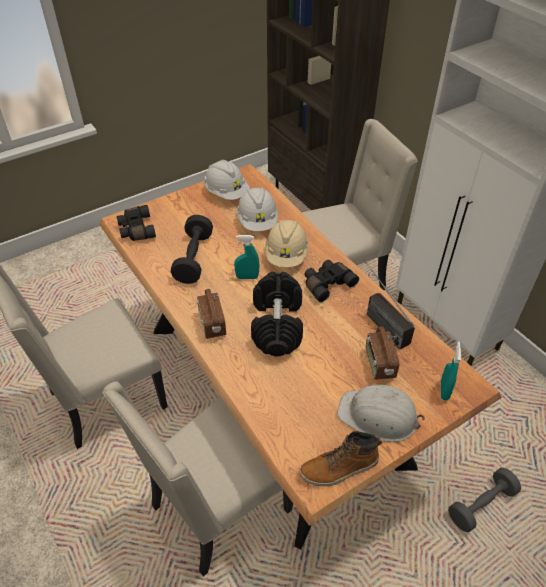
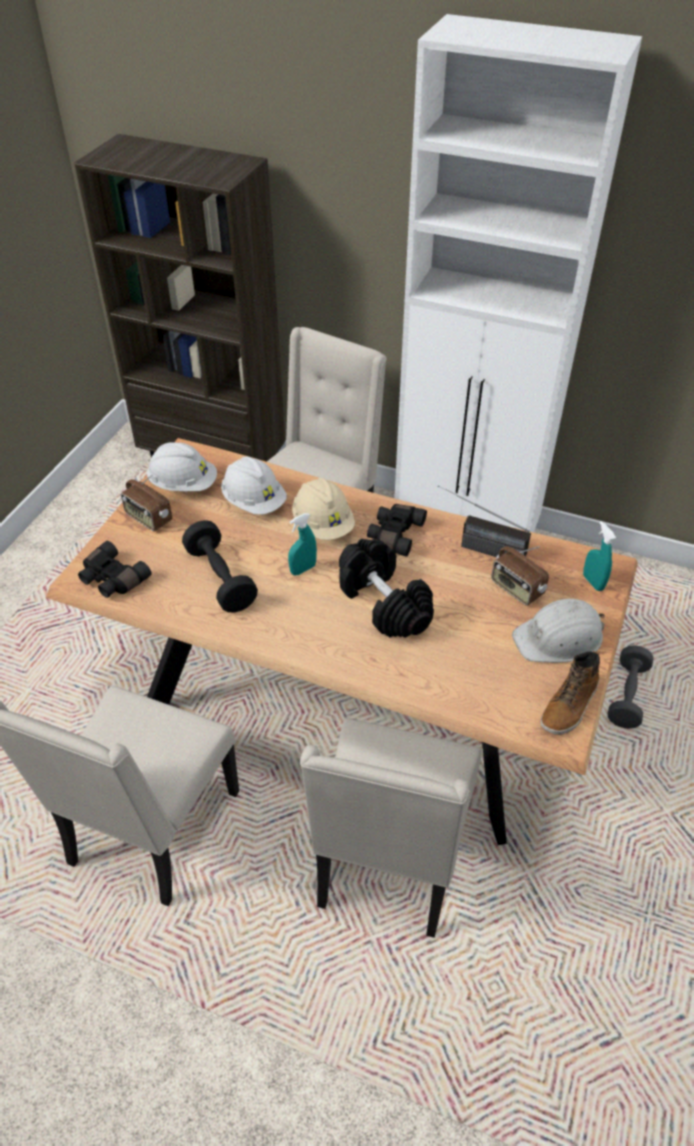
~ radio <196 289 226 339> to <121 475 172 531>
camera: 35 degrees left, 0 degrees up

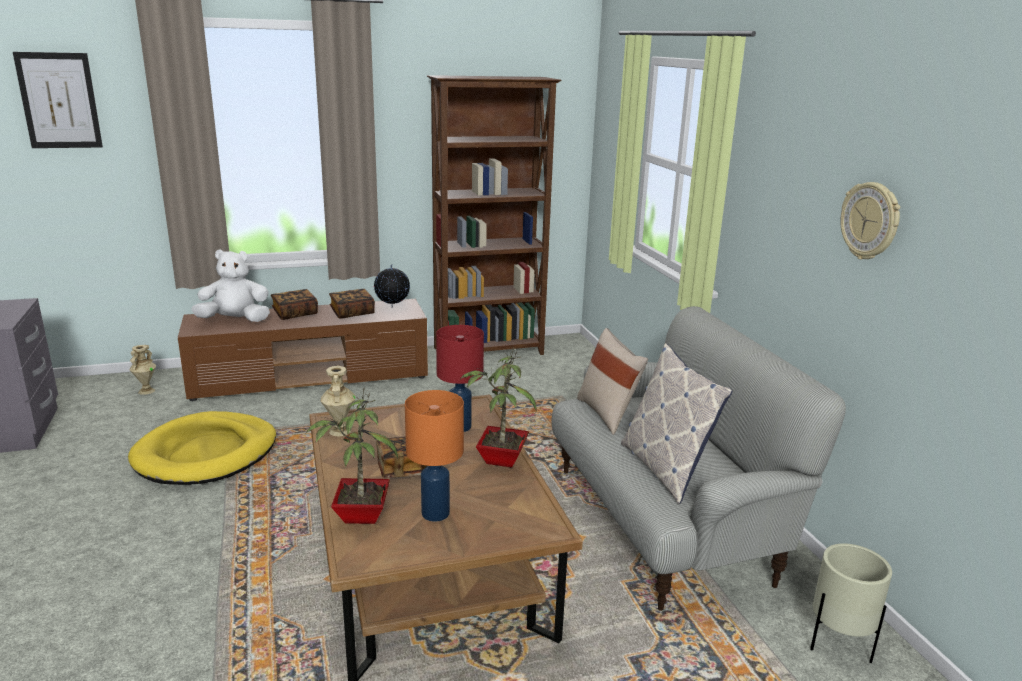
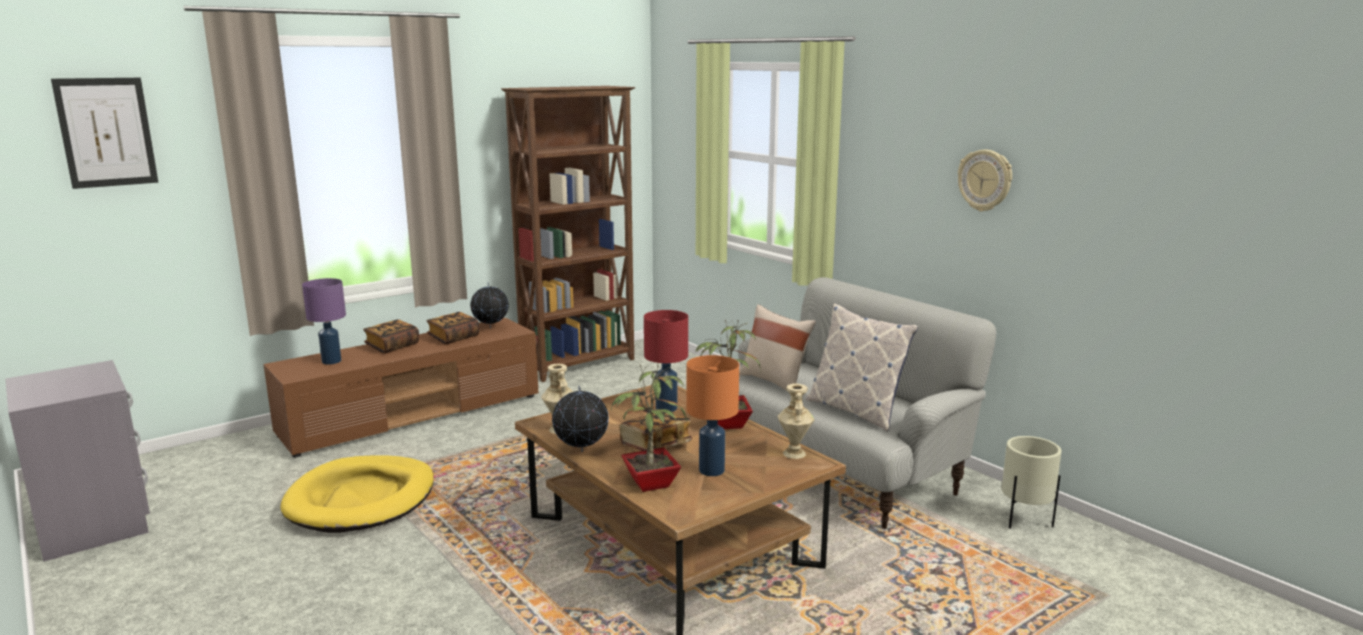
~ beige_vase <130 345 156 395> to <778 383 814 459>
~ white_plush_toy <191 249 270 322> to purple_table_lamp <302 278 346 364>
+ globe <552 385 609 452>
camera: 20 degrees left, 5 degrees down

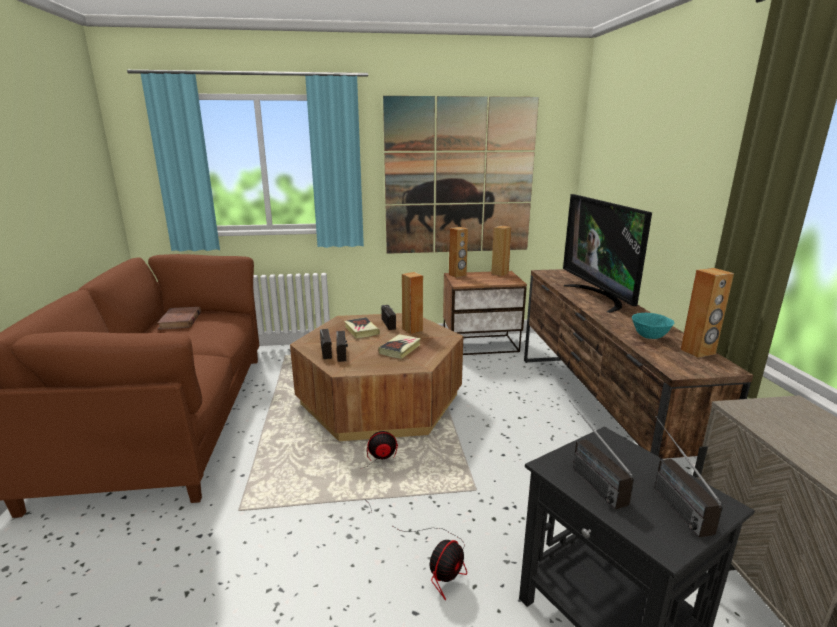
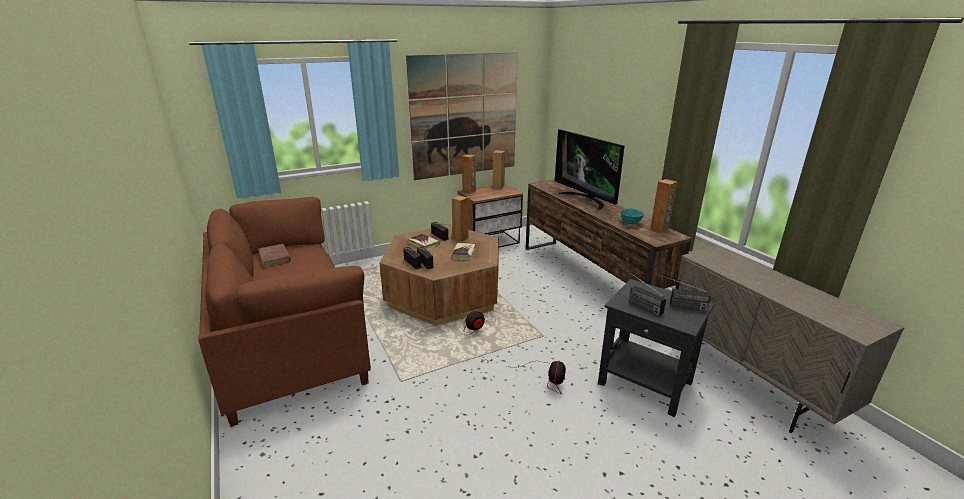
~ radio <655 416 723 537> = <655 273 711 312> 45 degrees counterclockwise
camera: 20 degrees left, 5 degrees up

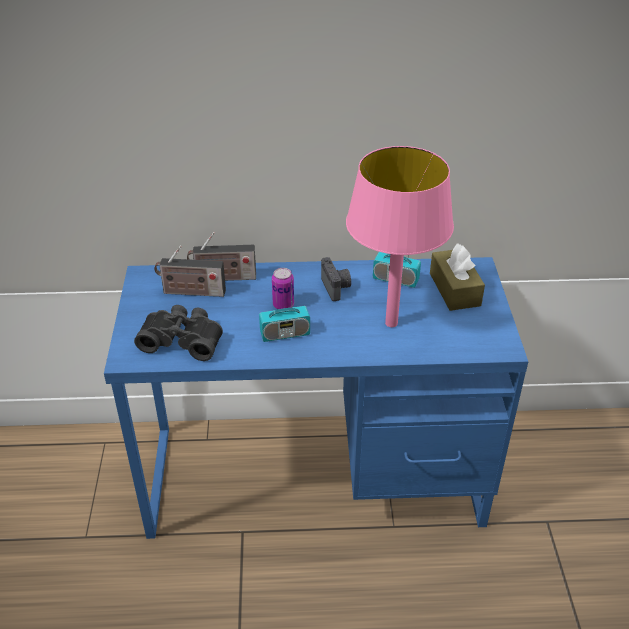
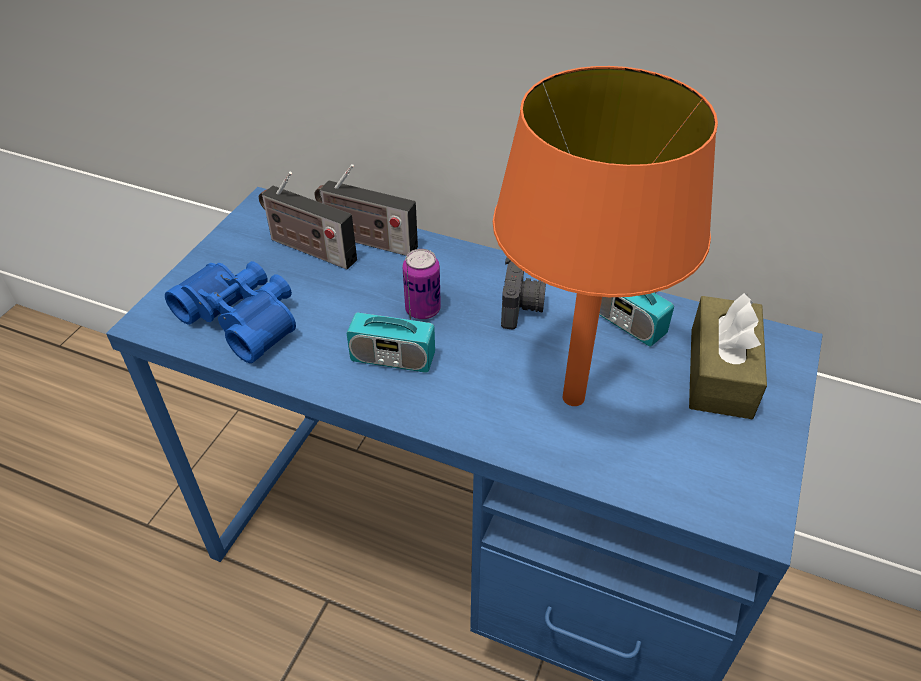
~ black_binoculars <134 305 223 361> to blue_binoculars <165 261 296 363>
~ pink_table_lamp <346 146 454 327> to orange_table_lamp <493 66 718 406>
camera: 25 degrees right, 5 degrees up

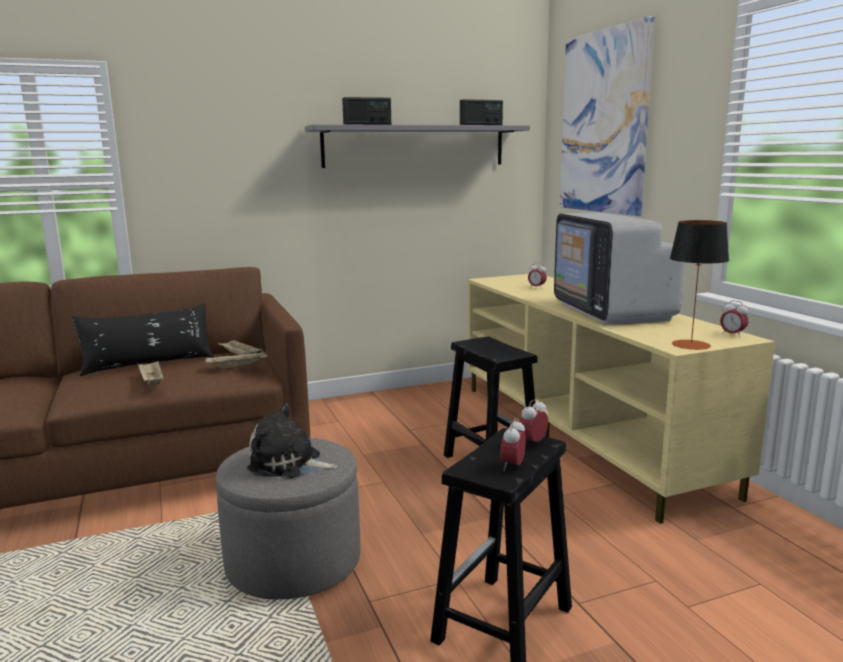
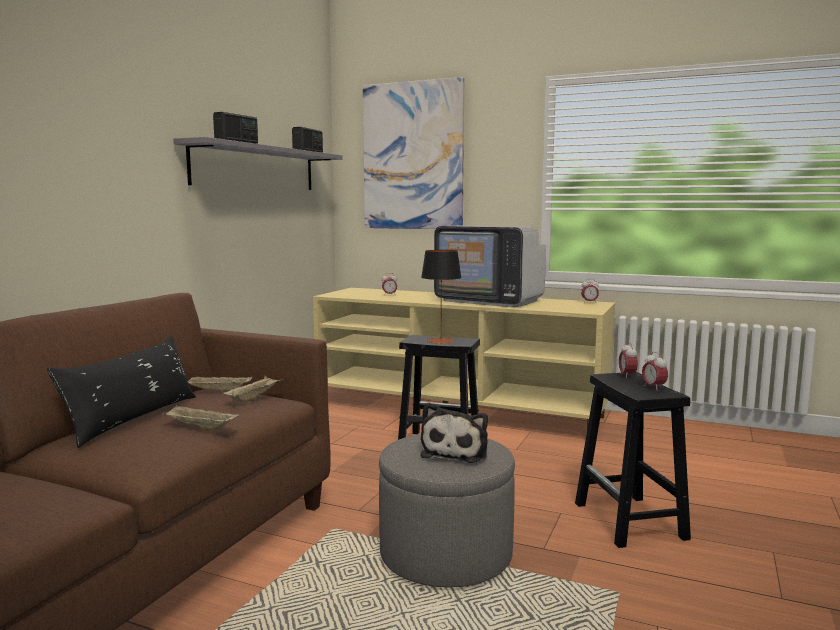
~ plush_toy <247 403 338 479> = <420 402 488 463> 45 degrees counterclockwise
~ table_lamp <670 220 729 350> to <421 250 462 344>
camera: 45 degrees left, 5 degrees down

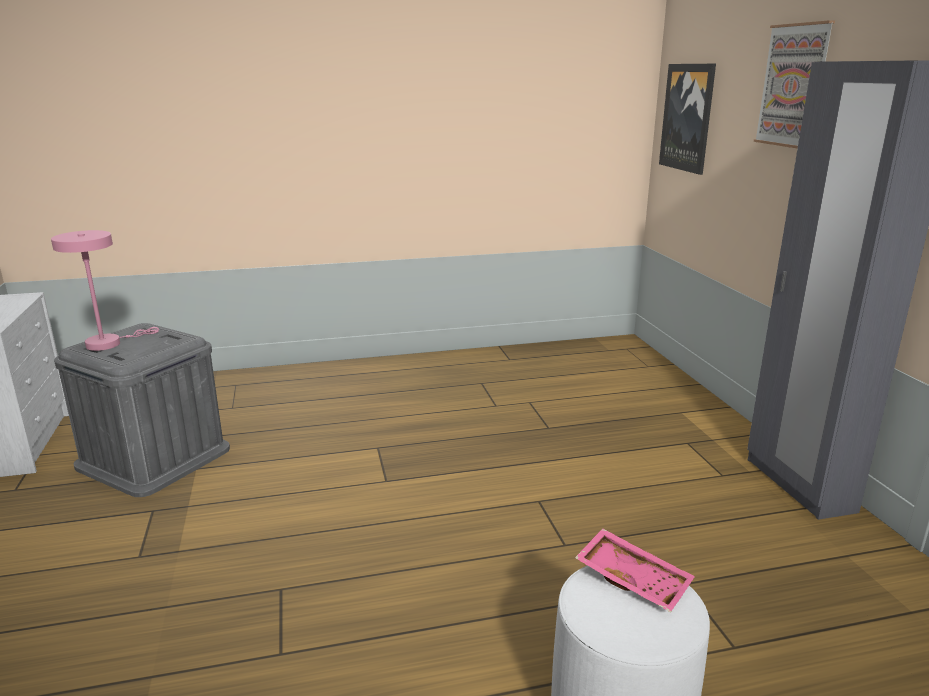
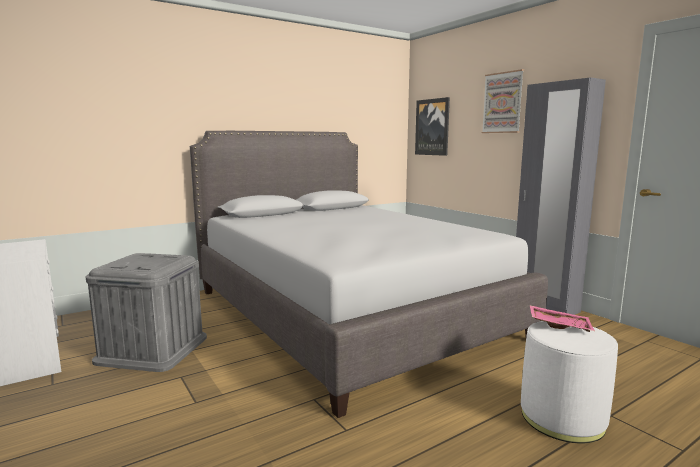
- pink_table_lamp <51 230 159 351>
+ grey_bed <190 131 548 418>
camera: 20 degrees left, 10 degrees down

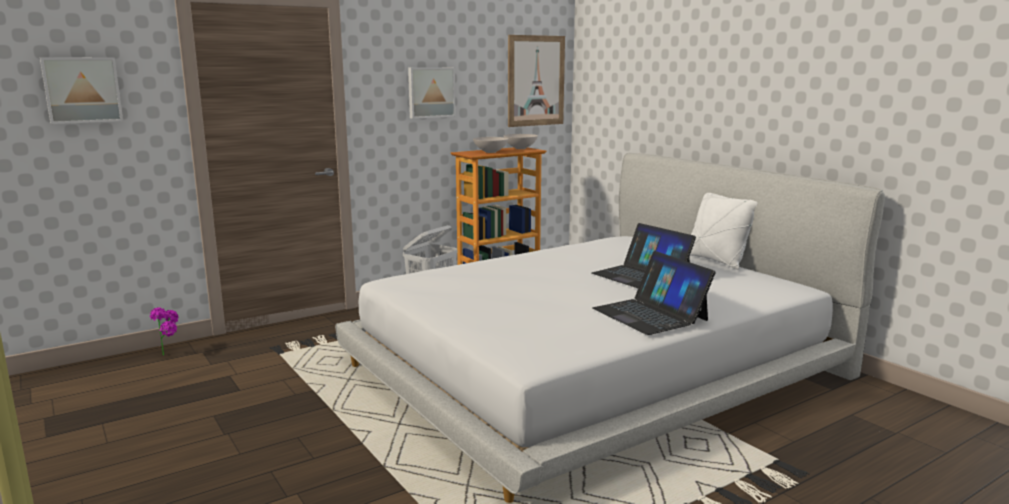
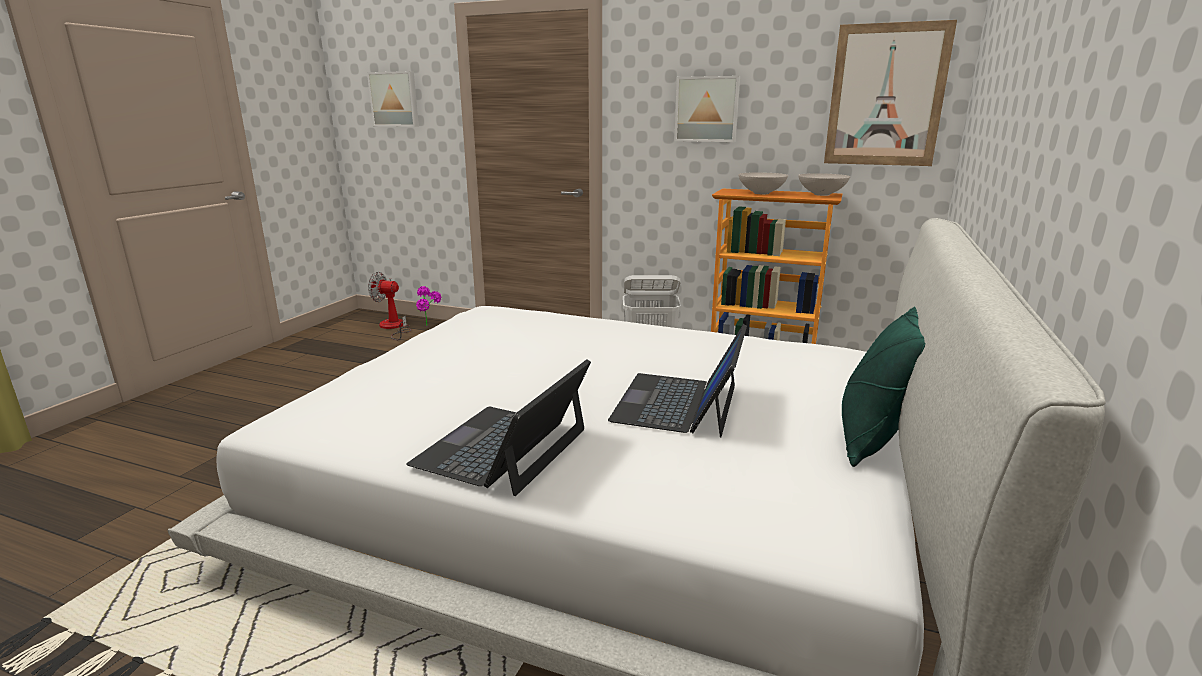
~ white_pillow <690 192 758 269> to green_pillow <842 306 925 467>
+ fan <368 272 411 340>
camera: 55 degrees right, 5 degrees up

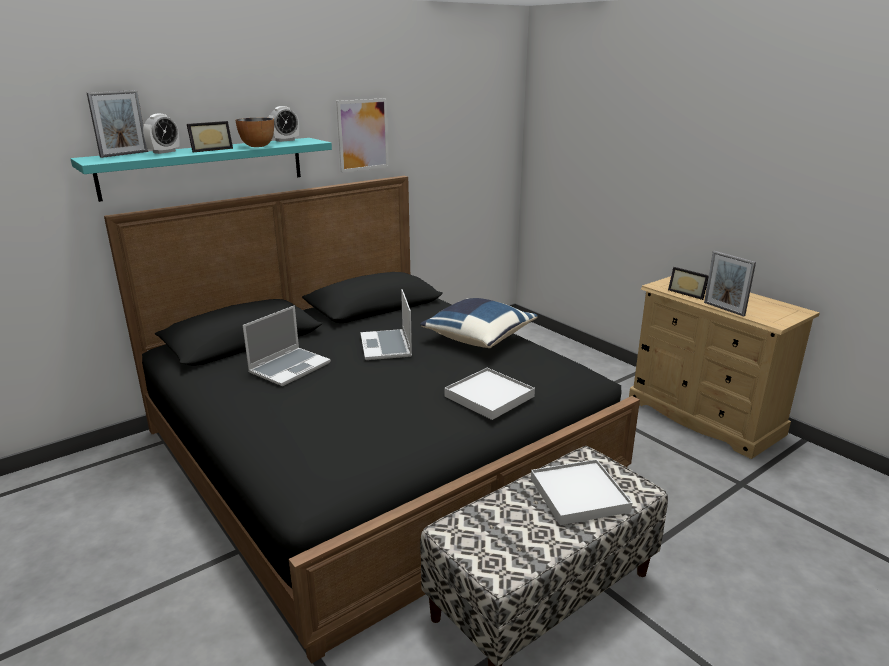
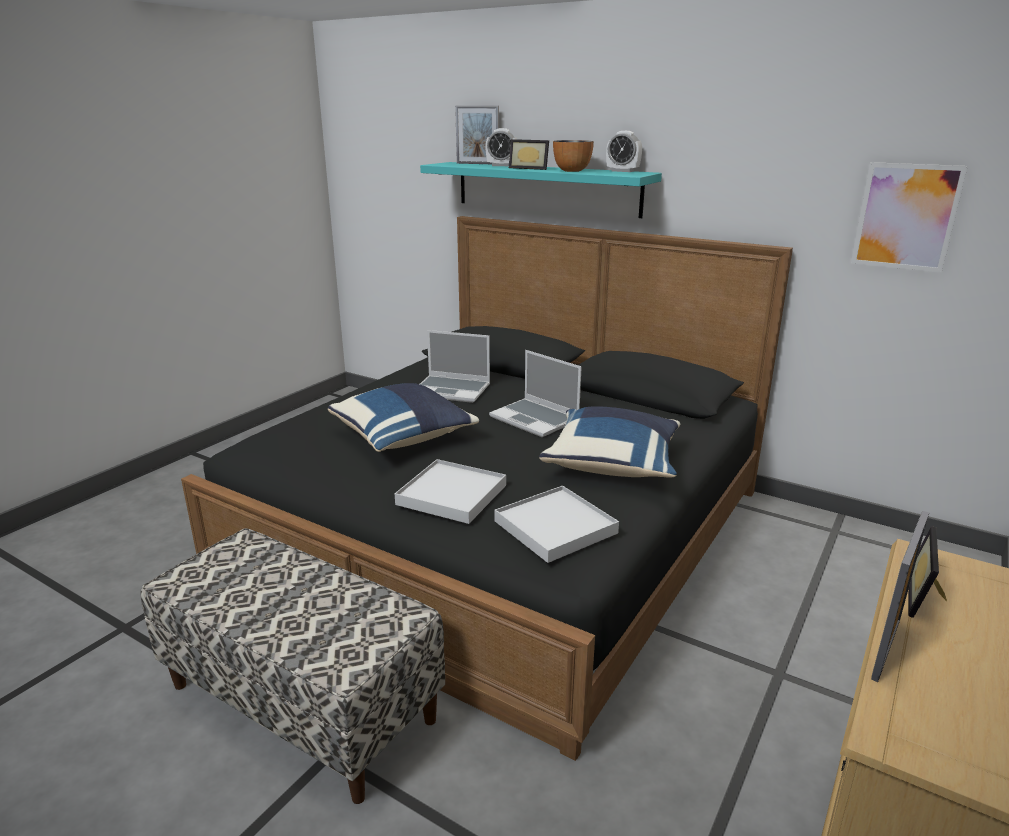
~ picture <336 98 389 172> to <851 162 968 273>
~ laptop <360 289 412 360> = <489 350 582 437> 105 degrees counterclockwise
~ white_tray <531 459 632 525> to <495 486 619 563>
+ blue_pillow <328 383 479 452>
camera: 70 degrees right, 0 degrees up

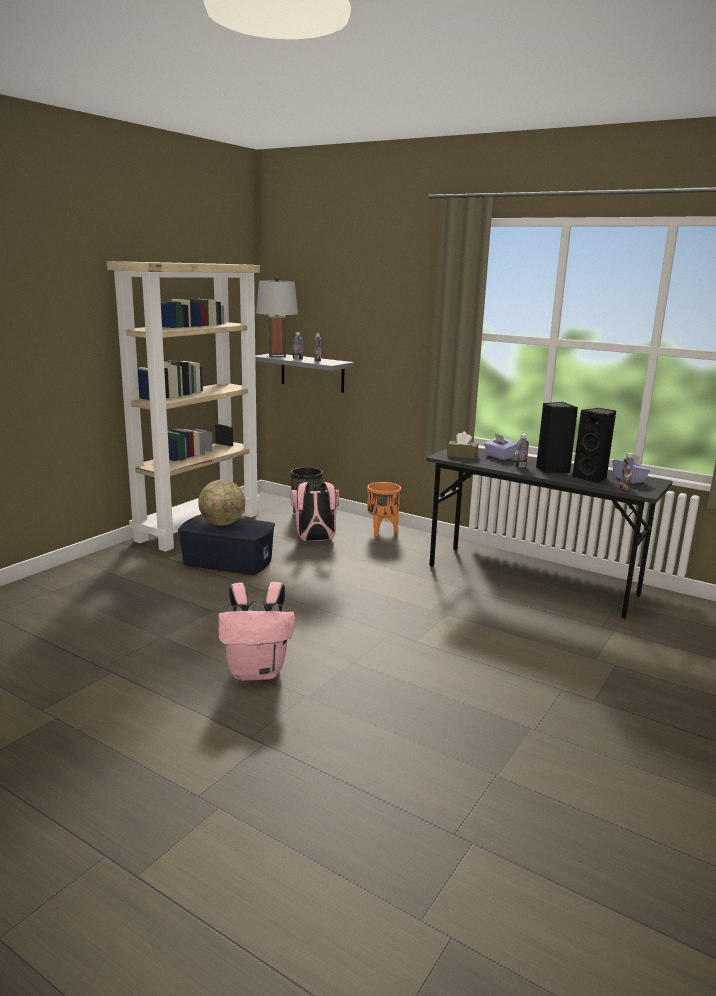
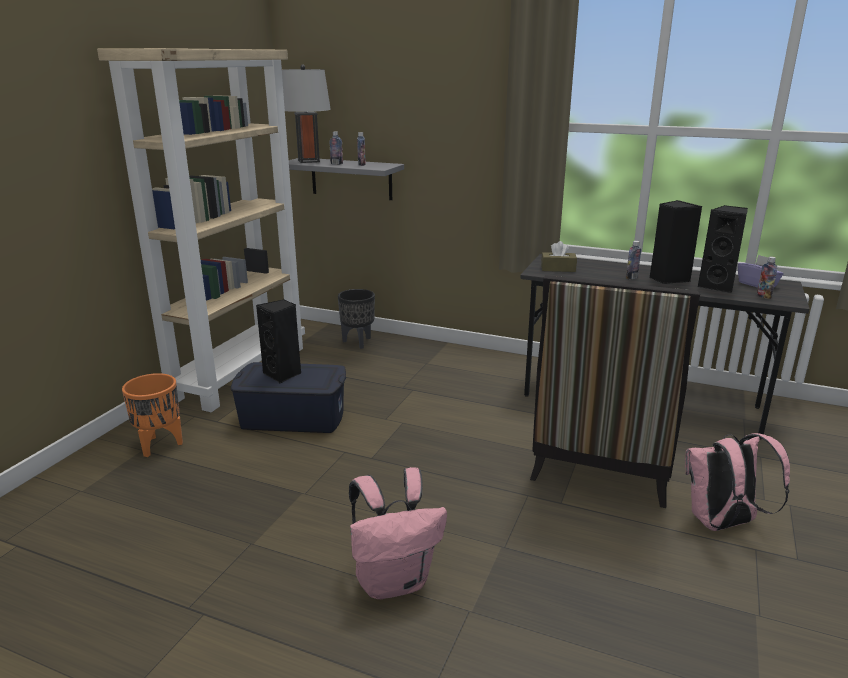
~ globe <198 480 245 526> to black_speaker <256 299 301 384>
~ pink_backpack <290 482 339 541> to <685 433 790 531>
~ orange_planter <367 482 401 536> to <122 373 183 457>
- purple_tissue_box <484 433 517 460>
+ chair <530 275 700 508>
camera: 10 degrees left, 5 degrees up

